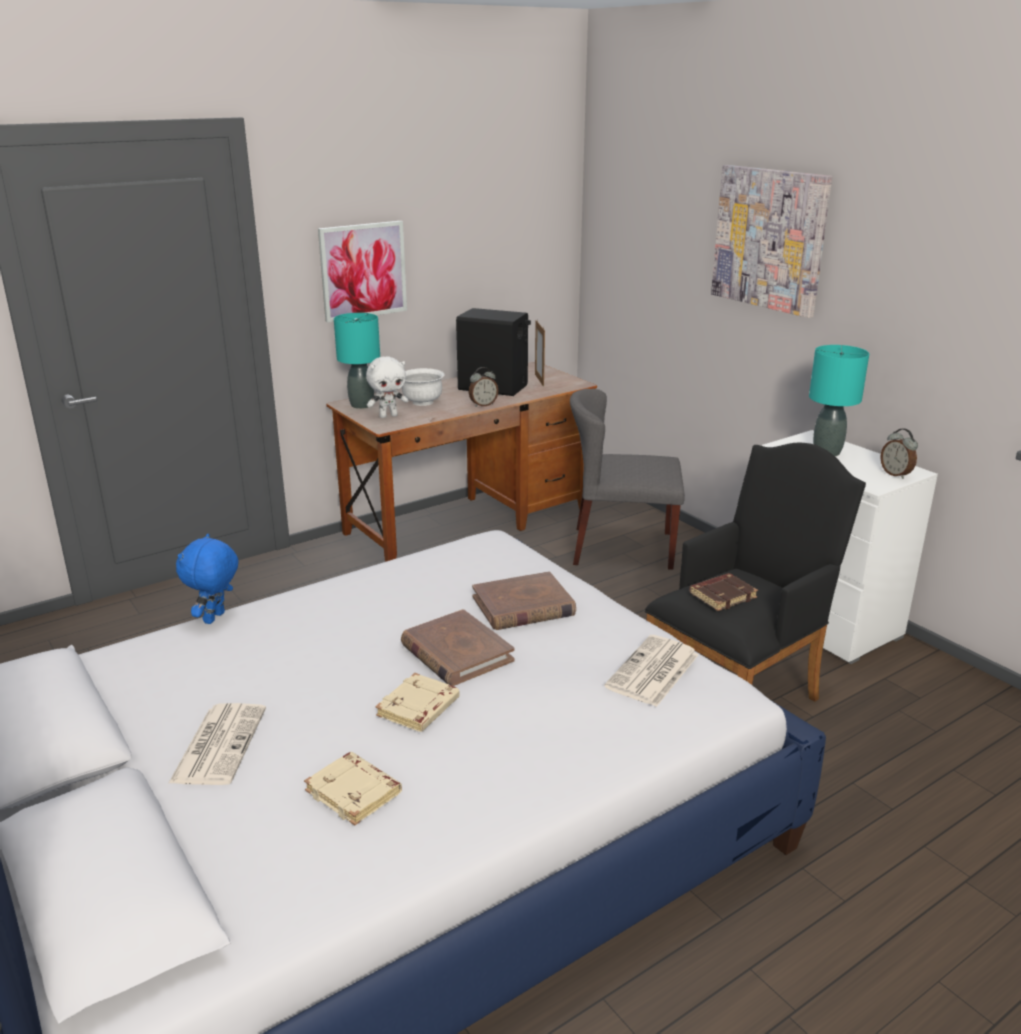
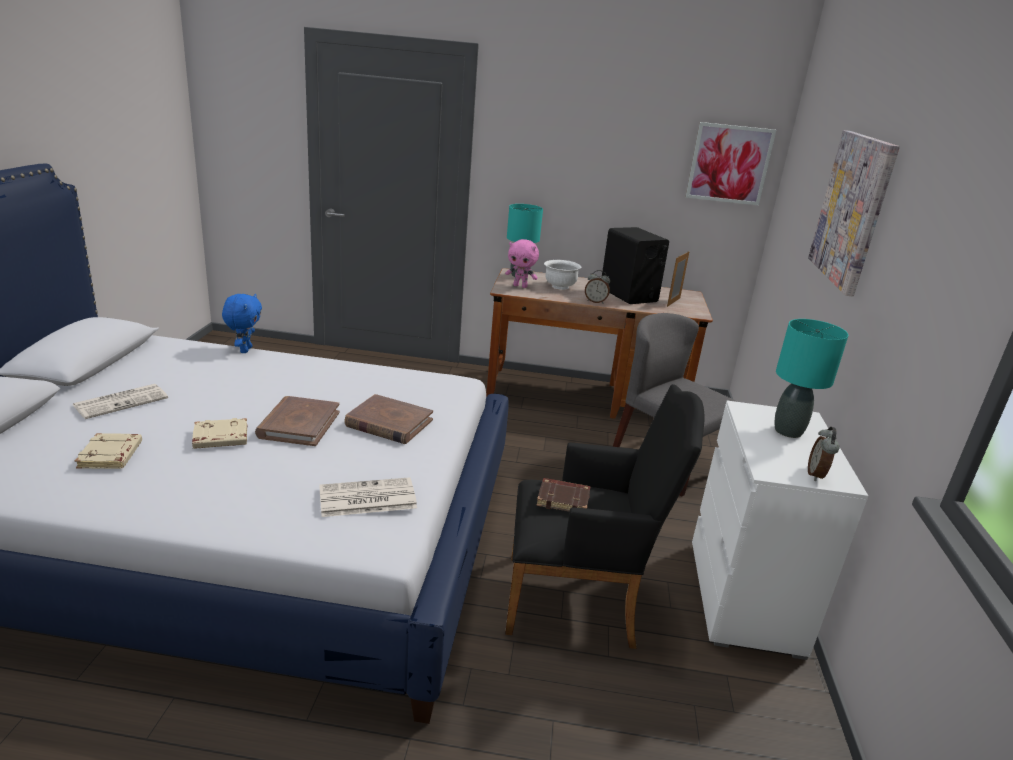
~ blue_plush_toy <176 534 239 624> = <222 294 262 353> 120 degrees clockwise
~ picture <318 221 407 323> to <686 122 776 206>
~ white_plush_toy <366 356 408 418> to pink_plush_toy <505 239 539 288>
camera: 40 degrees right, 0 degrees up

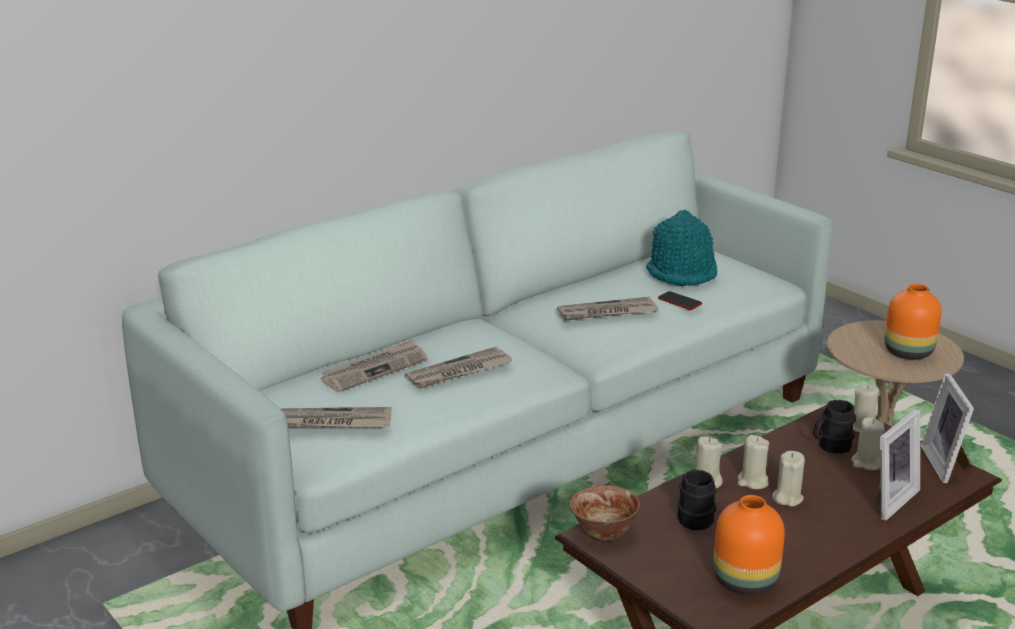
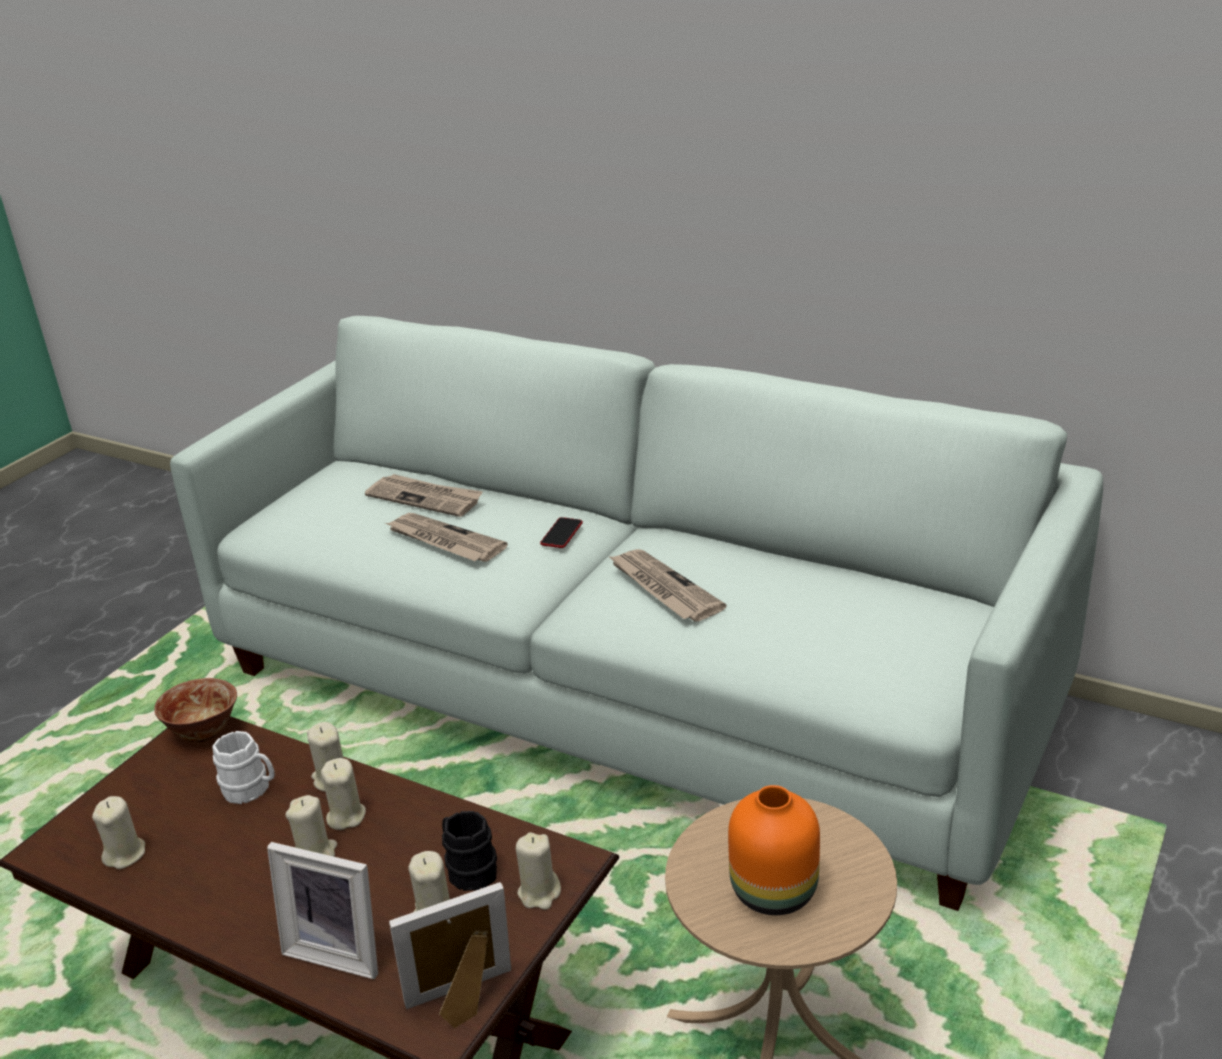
- newspaper <280 407 391 427>
- turquoise_hat <646 209 717 286>
~ phone <658 291 702 310> to <540 517 583 548>
~ black_mug <677 470 716 531> to white_mug <212 731 275 804>
~ orange_vase <713 495 785 595> to beige_candle <92 796 145 869>
camera: 70 degrees right, 5 degrees up

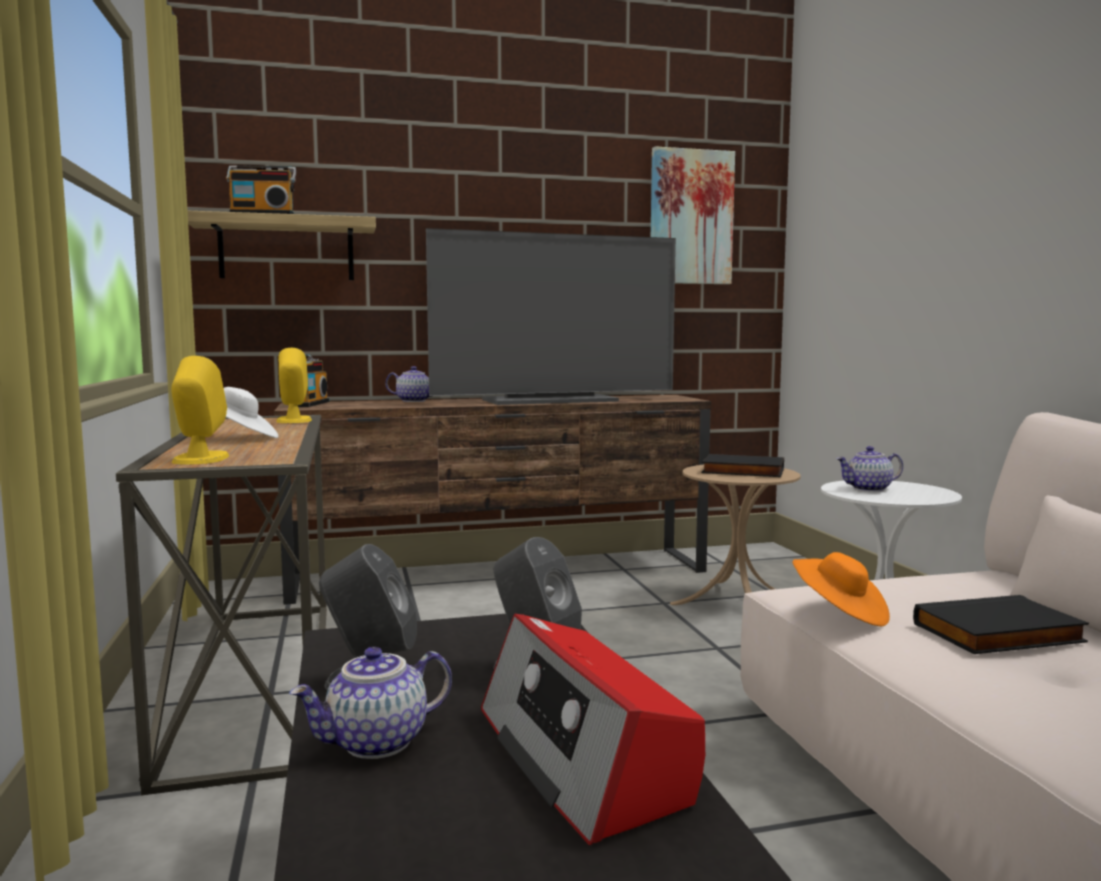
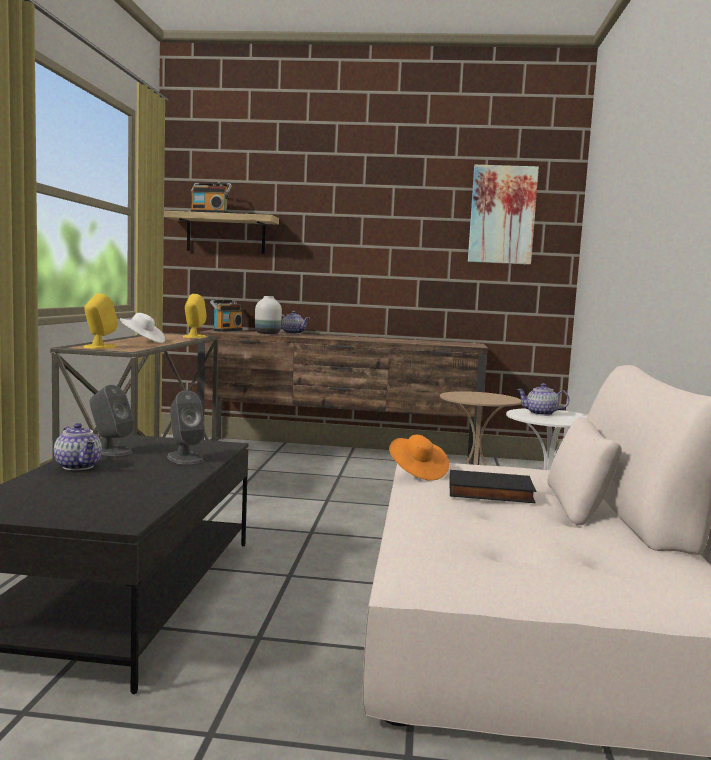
~ teapot <289 647 452 759> = <54 423 102 470> 120 degrees counterclockwise
- television <426 228 676 405>
- radio <481 614 705 845>
- black_book <701 454 784 477>
+ white_vase <255 296 282 334>
camera: 20 degrees right, 0 degrees up

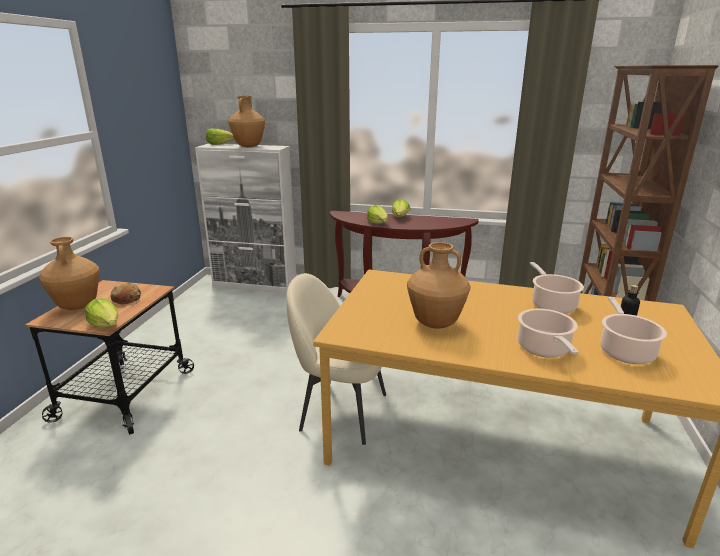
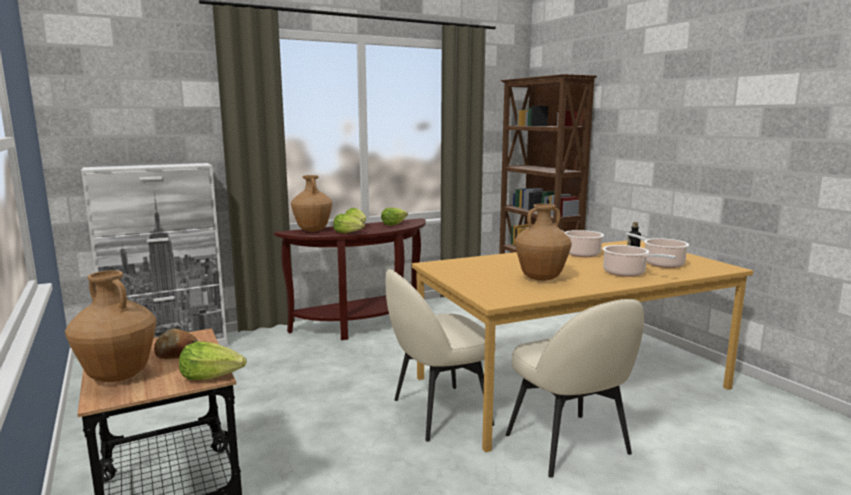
~ lettuce <206 128 234 145> to <381 208 408 226>
~ brown_vase <228 96 265 147> to <291 175 332 232>
+ beige_chair <506 299 644 478>
camera: 40 degrees left, 10 degrees down

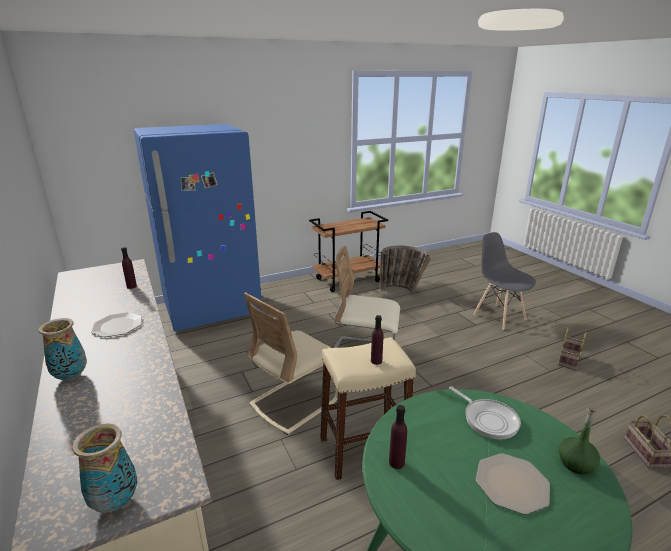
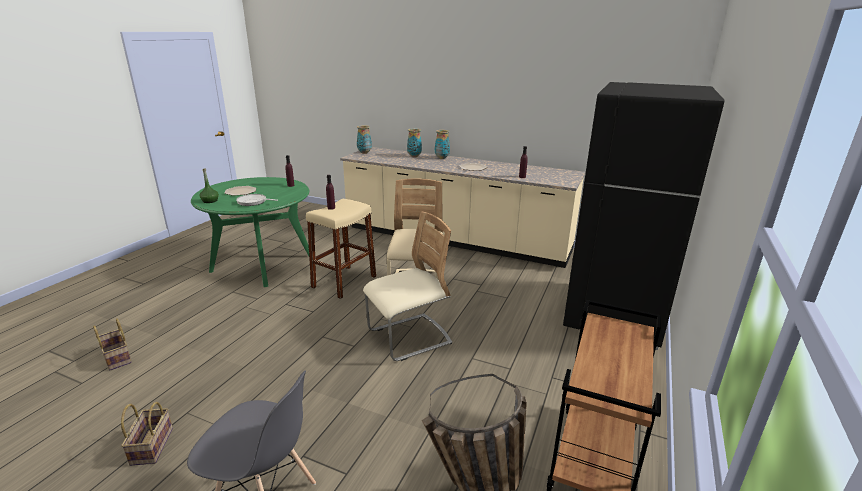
~ blue_fridge <134 124 262 332> to black_fridge <563 82 725 350>
+ vase <407 128 422 157>
camera: 140 degrees right, 0 degrees up

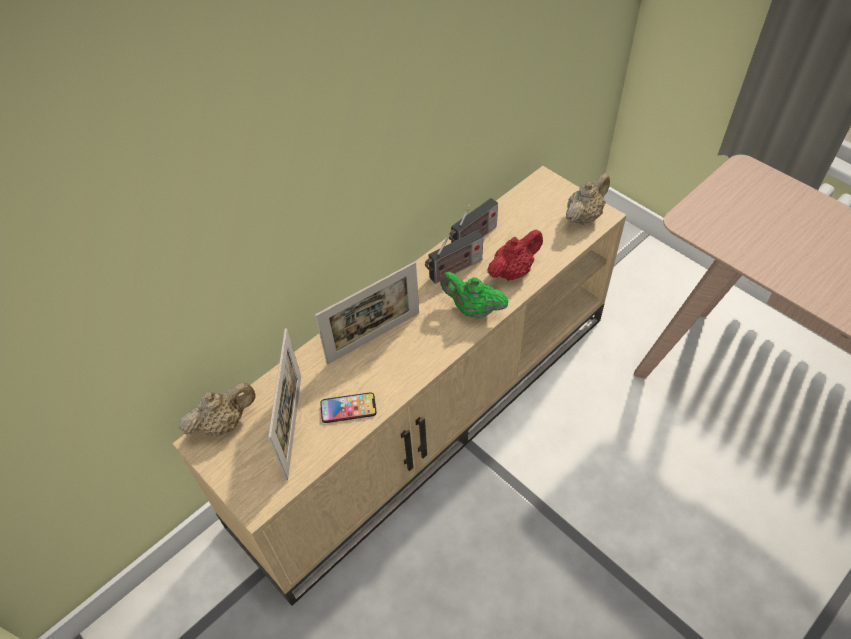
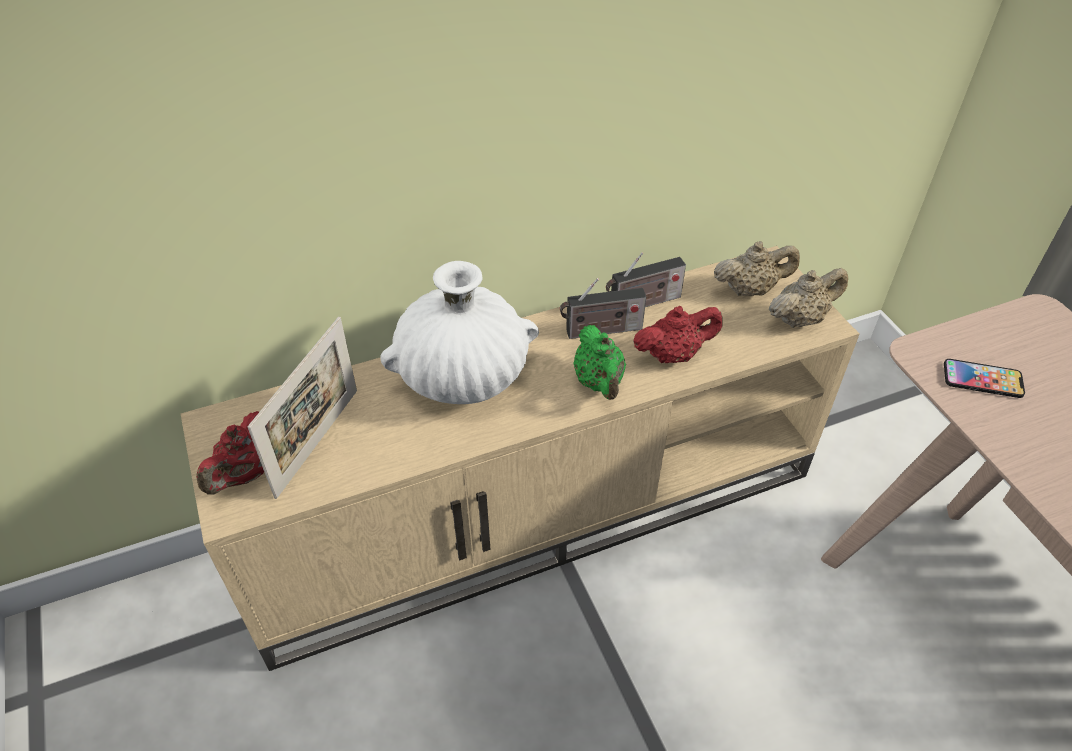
~ beige_teapot <179 383 256 436> to <714 241 800 296>
~ picture_frame <315 262 419 365> to white_vase <380 261 539 404>
~ phone <320 392 377 423> to <944 359 1025 398>
~ green_teapot <440 272 508 319> = <573 325 626 400> 150 degrees counterclockwise
+ red_teapot <196 411 264 494>
camera: 20 degrees right, 5 degrees down

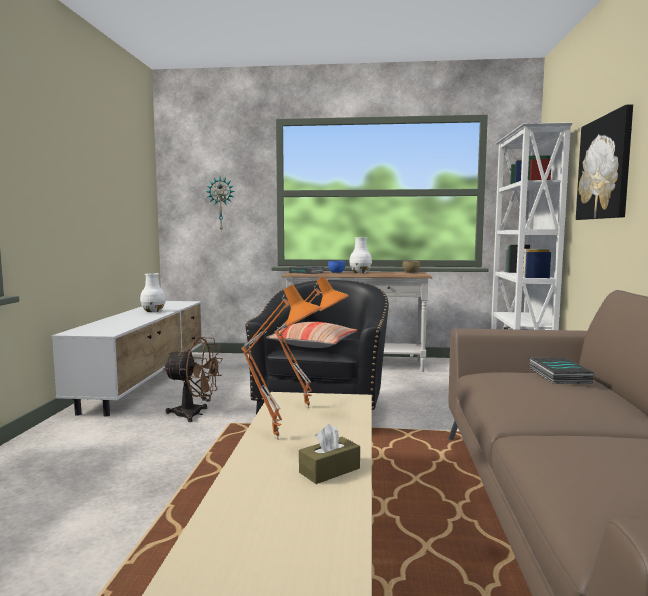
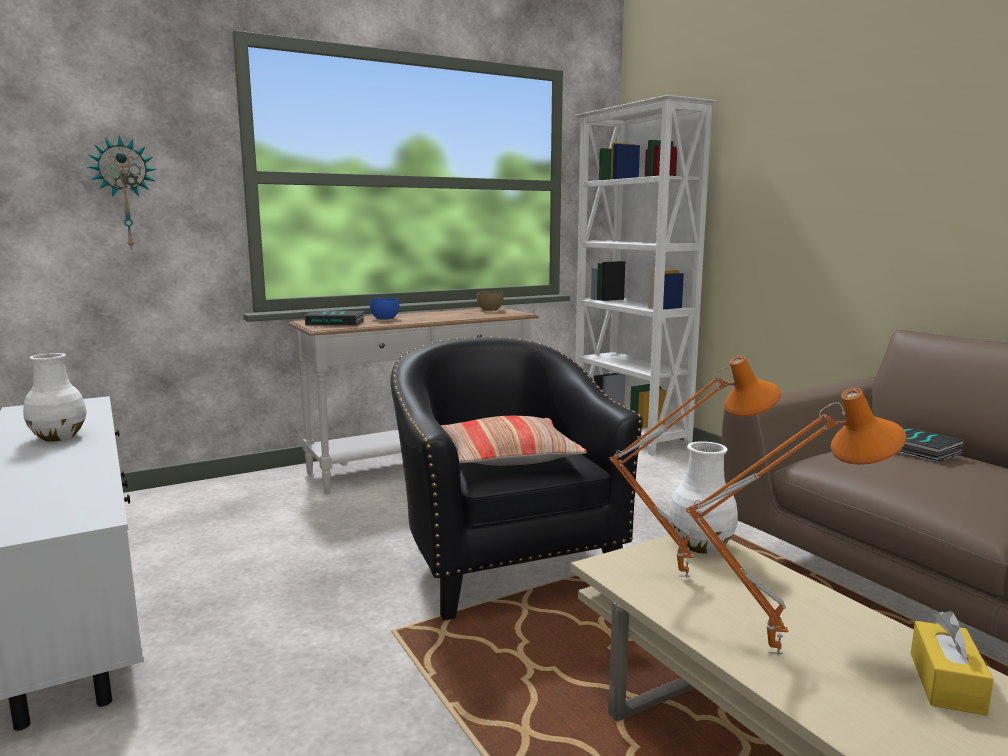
- brown_fan <163 337 222 422>
~ brown_tissue_box <299 424 360 484> to yellow_tissue_box <911 611 994 716>
~ white_vase <349 237 372 273> to <669 441 738 554>
- picture <576 105 633 220>
camera: 35 degrees left, 5 degrees up

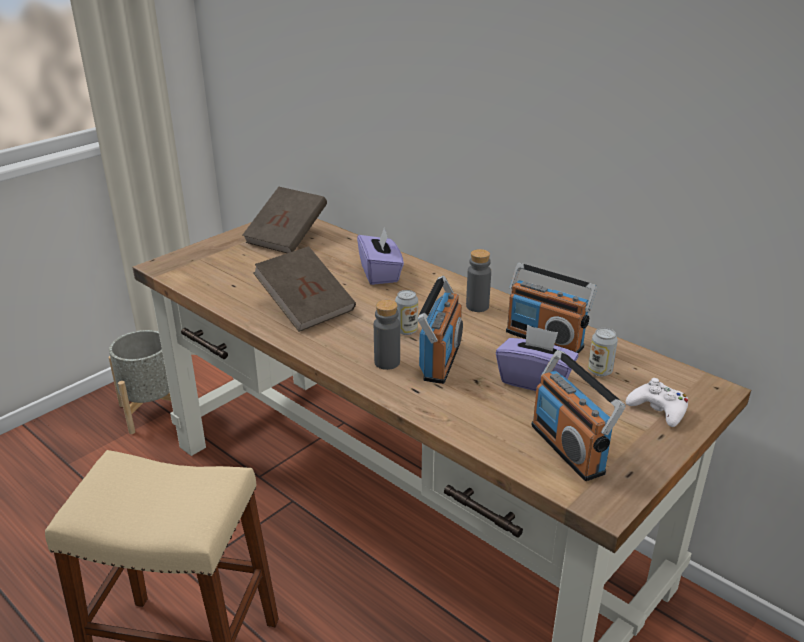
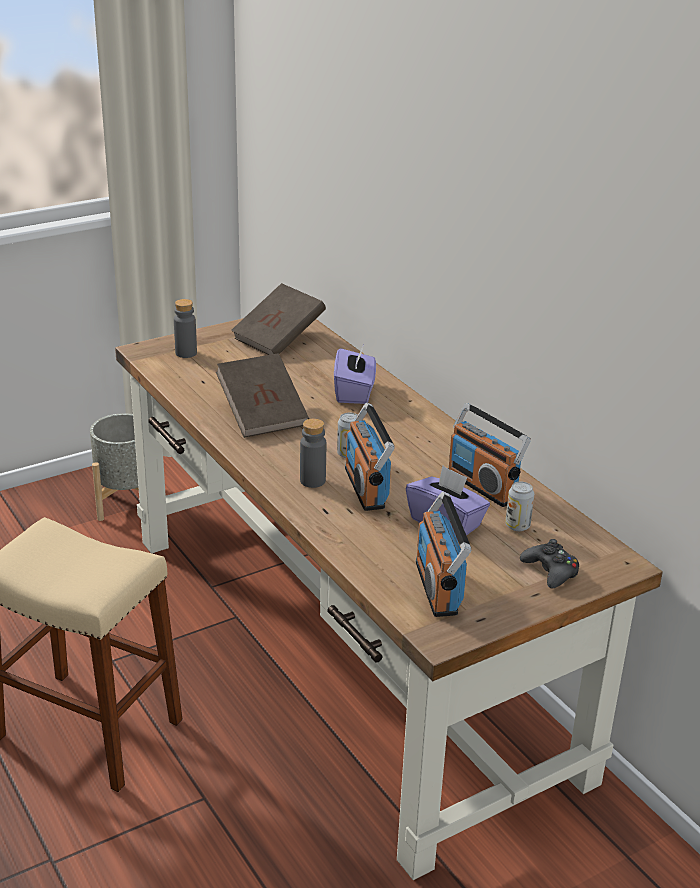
~ radio <417 275 463 384> = <345 402 395 511> 135 degrees clockwise
~ grey_bottle <466 249 491 312> to <174 299 197 358>
~ white_game_controller <626 378 688 427> to black_game_controller <520 539 579 589>
camera: 15 degrees right, 0 degrees up

